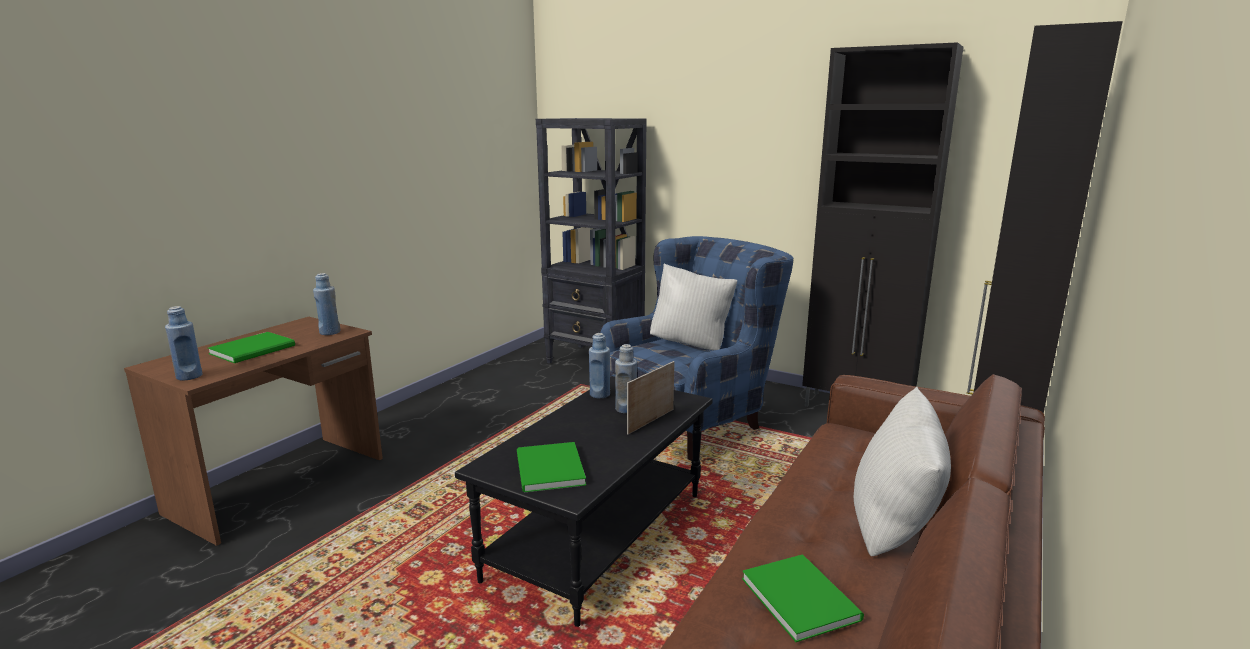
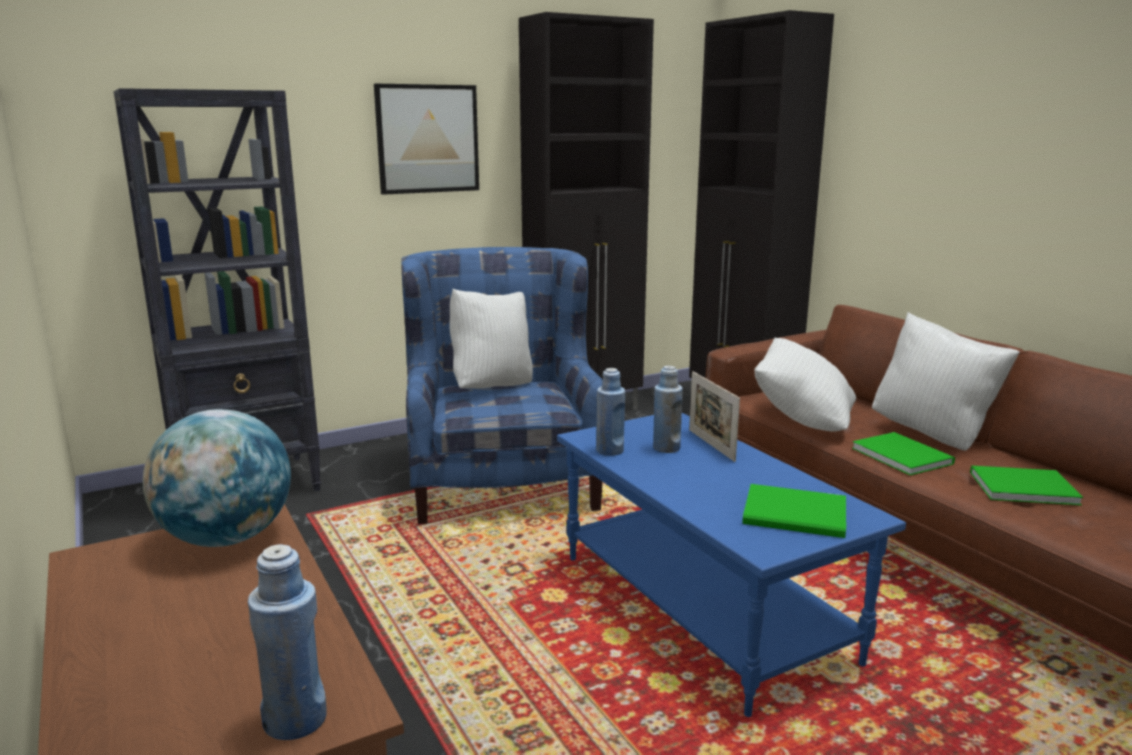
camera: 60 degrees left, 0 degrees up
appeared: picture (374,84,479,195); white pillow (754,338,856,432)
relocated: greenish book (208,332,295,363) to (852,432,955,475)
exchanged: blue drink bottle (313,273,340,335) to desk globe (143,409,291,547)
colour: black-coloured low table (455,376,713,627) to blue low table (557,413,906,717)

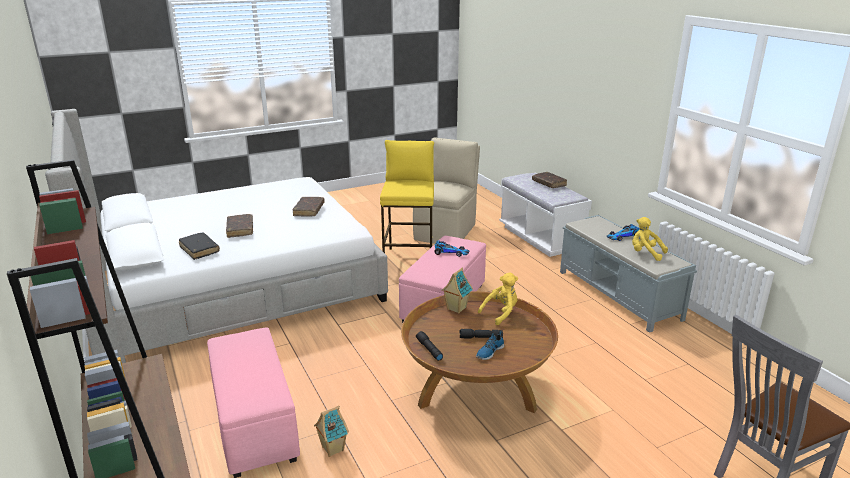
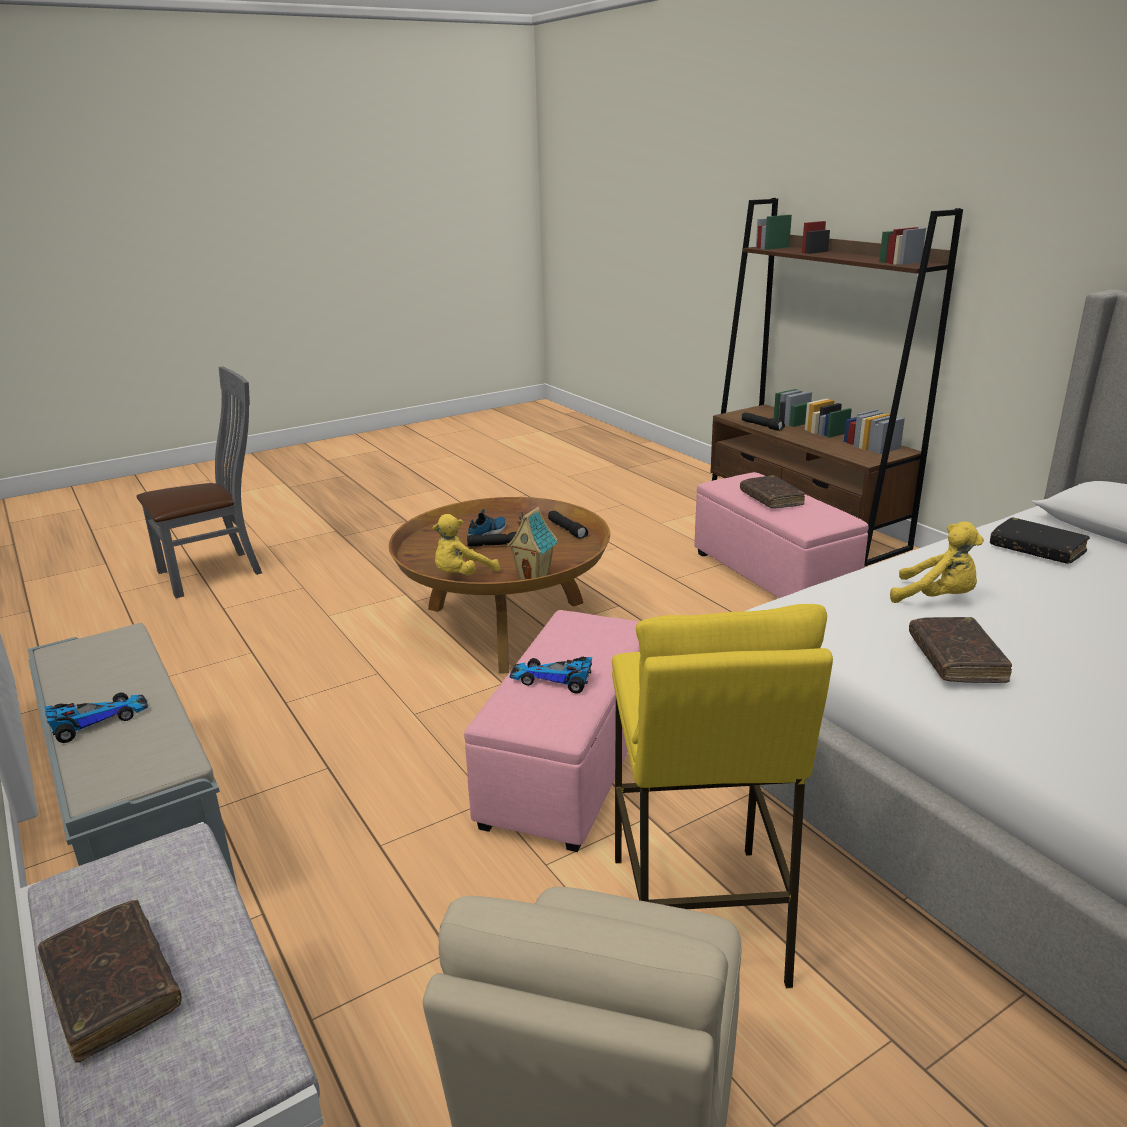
camera: 175 degrees right, 0 degrees up
missing: miniature house (314,406,349,457)
appeared: black-coloured flashlight (742,412,785,431)
relocated: brown book (226,214,253,238) to (740,475,805,508); yellow-coloured cuddly toy (632,217,668,261) to (890,522,984,603)

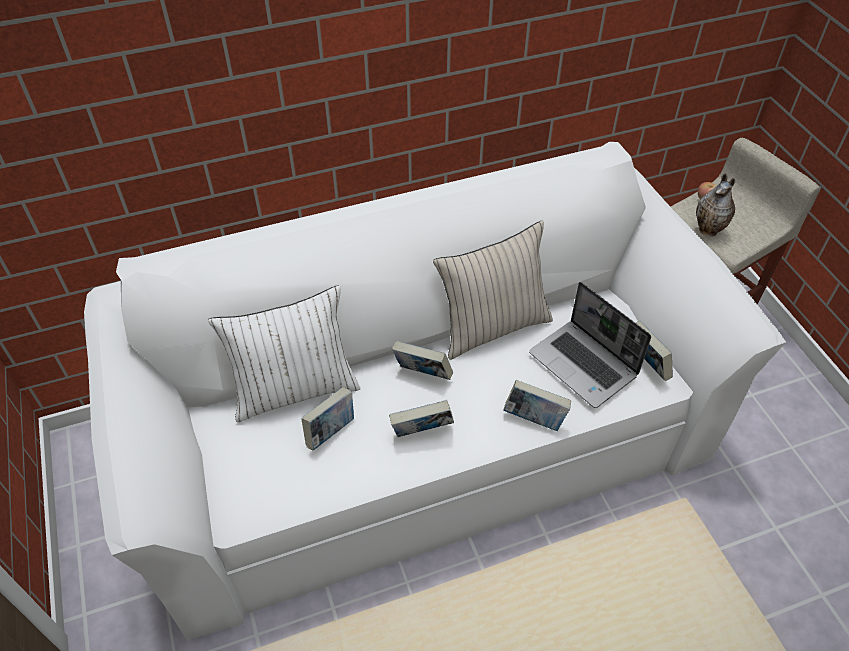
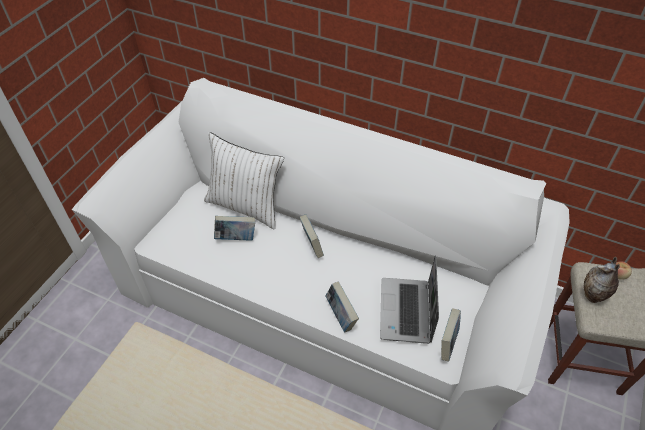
camera: 45 degrees right, 0 degrees up
missing: book (389,400,454,437); beige-coloured pillow (433,220,553,360)

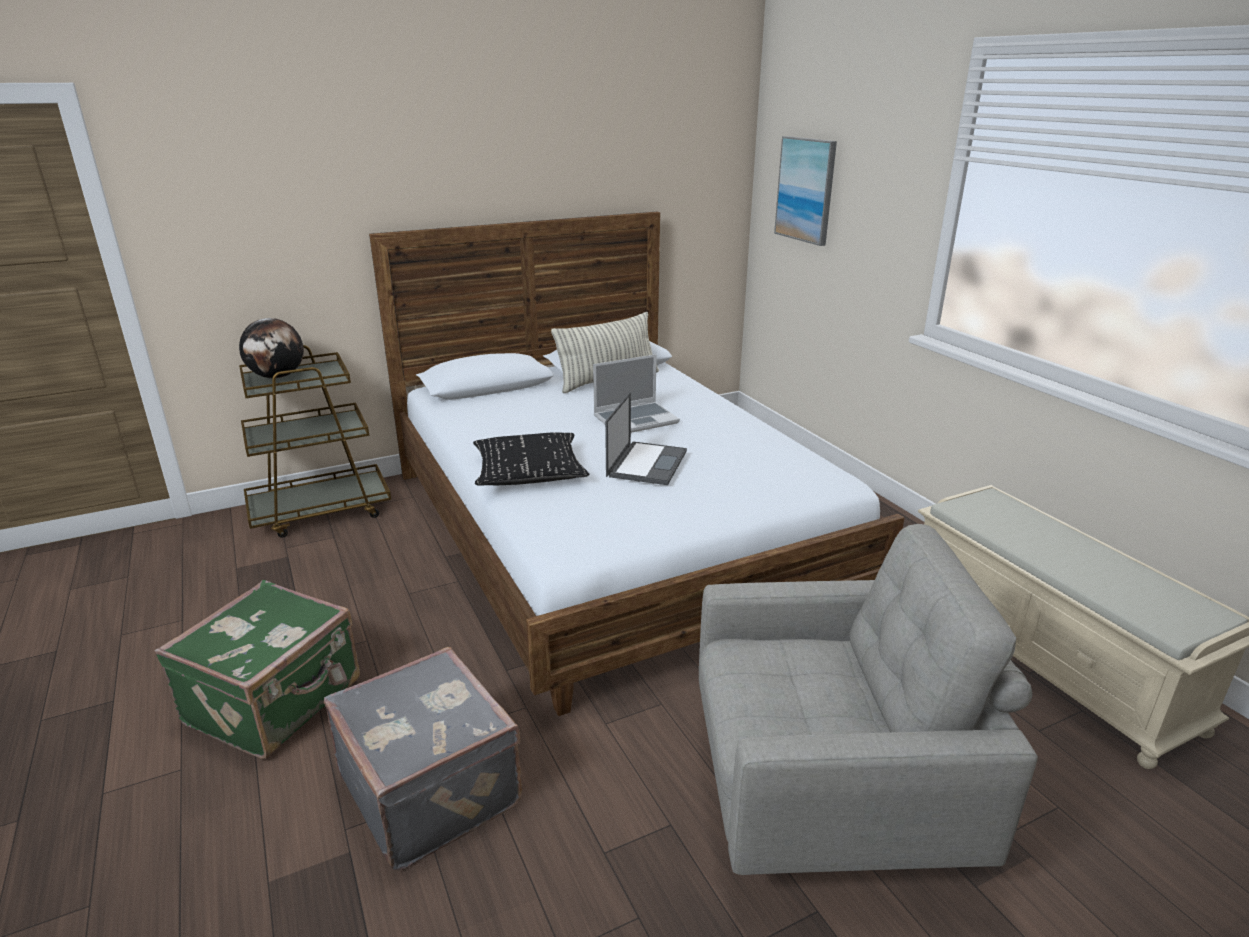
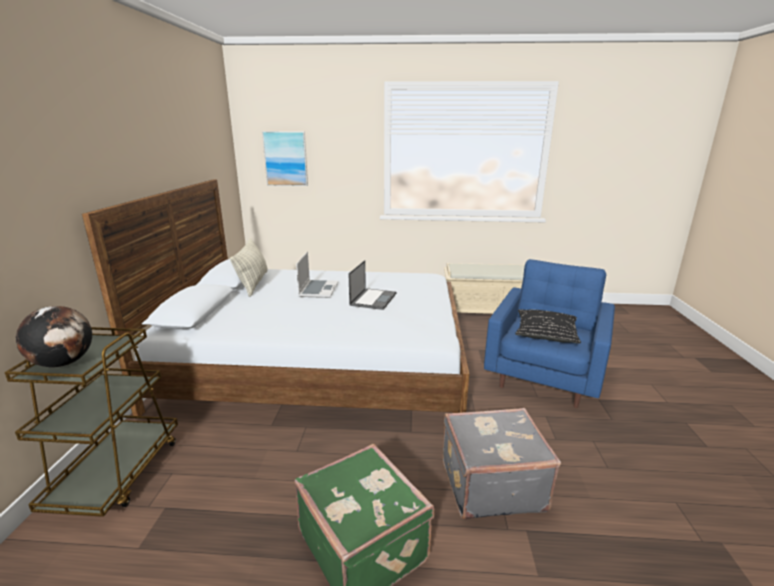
camera: 60 degrees left, 5 degrees down
relocated: black-coloured pillow (473,432,589,486) to (515,309,581,344)
colour: gray armchair (699,524,1038,875) to blue armchair (484,259,615,408)
spun: laptop (605,392,687,485) = (348,260,396,310) 60 degrees clockwise

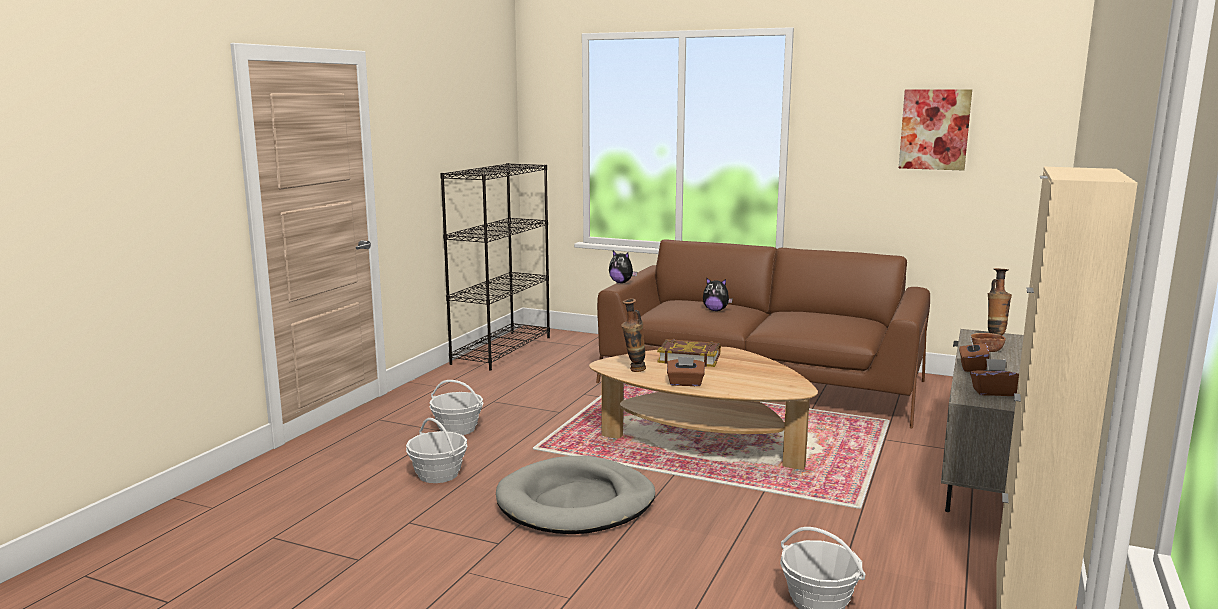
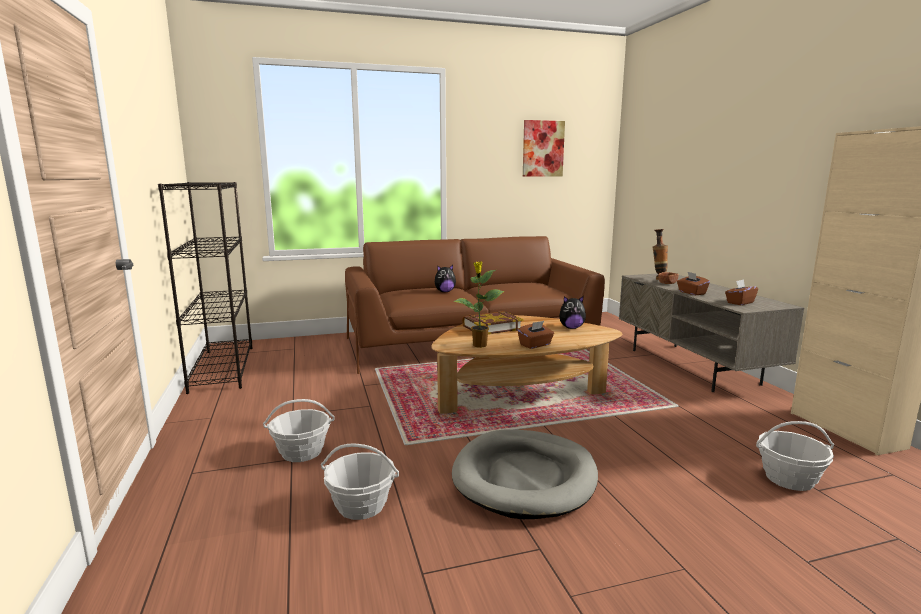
camera: 40 degrees left, 0 degrees up
relocated: cuddly toy (609,251,637,283) to (559,296,586,329)
exchanged: flower vase (621,298,646,372) to potted plant (453,261,504,348)

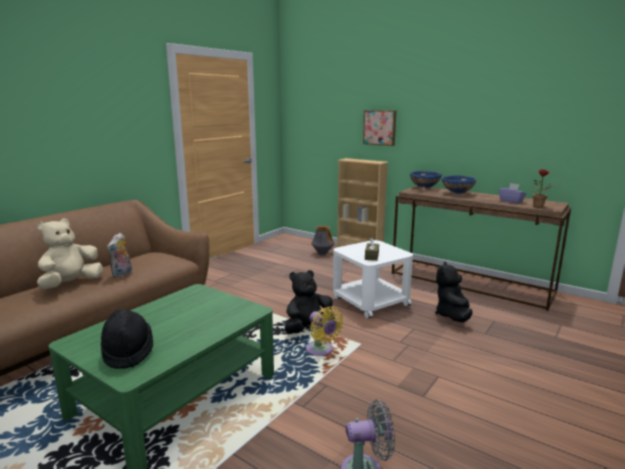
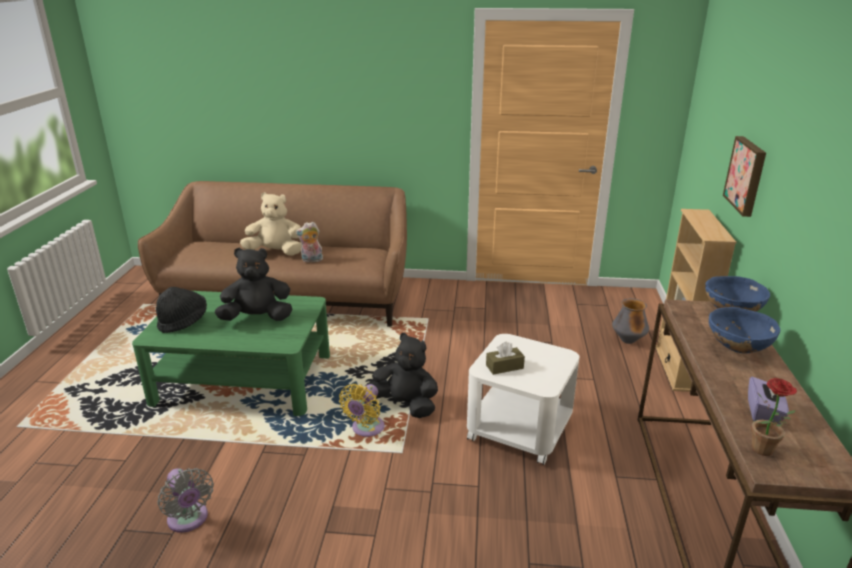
camera: 60 degrees right, 10 degrees up
relocated: black-coloured cuddly toy (435,261,472,322) to (215,248,292,321)

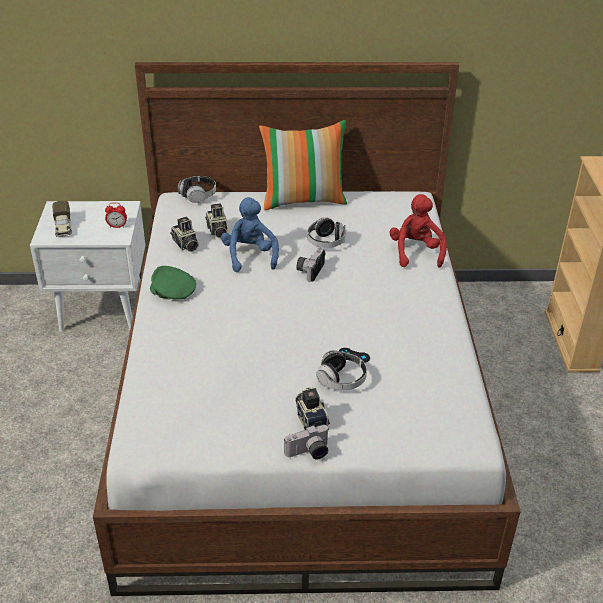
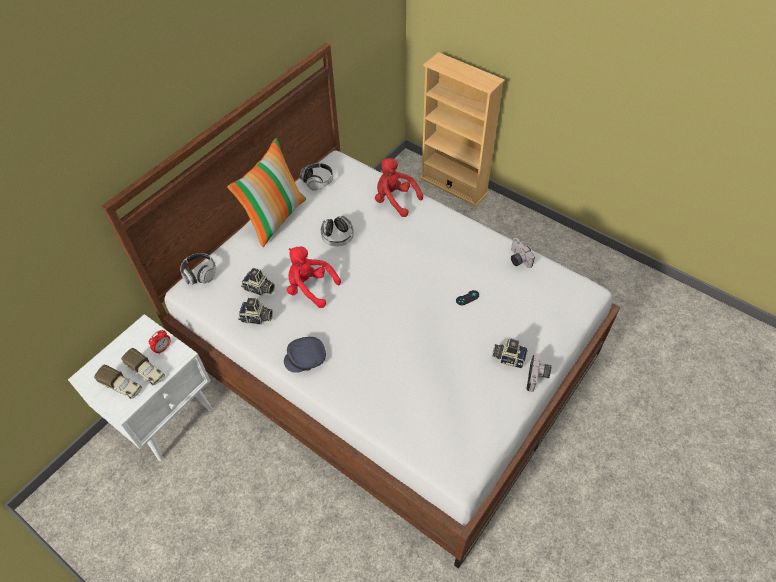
camera: 50 degrees left, 15 degrees up
appeared: toy truck (121,348,165,385)
relocated: still camera (296,247,325,282) to (511,238,535,268); headphones (316,350,367,390) to (300,163,333,191)
colour: greenish cap (150,266,196,299) to gray cap (284,337,326,373); blue cuddly toy (221,197,279,272) to red-coloured cuddly toy (287,247,341,308)

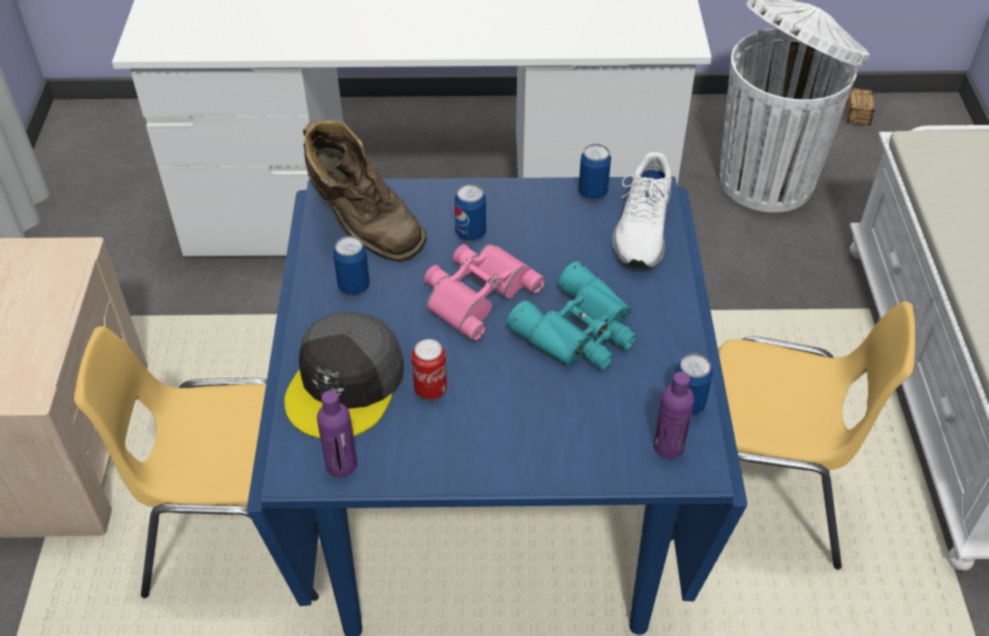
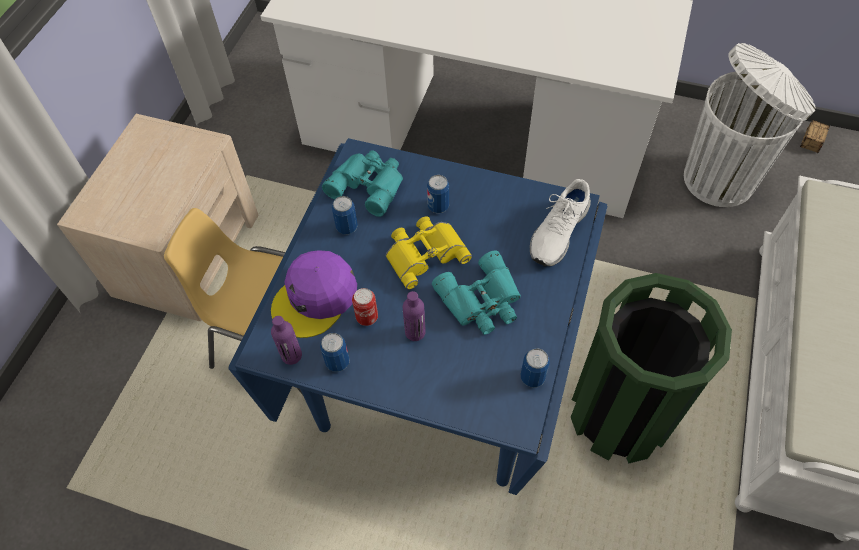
camera: 20 degrees right, 10 degrees up
relocated: can (578,144,611,200) to (320,333,350,372); purple-coloured drink bottle (653,372,694,459) to (403,291,426,341)
exchanged: brown boot (303,120,427,262) to turquoise-coloured pair of binoculars (322,151,403,217); yellow-coloured chair (671,301,915,570) to greenish waste bin (571,273,732,464)
colour: gray cap (284,312,404,439) to purple-coloured cap (271,250,357,338); pink pair of binoculars (424,244,545,341) to yellow-coloured pair of binoculars (386,216,472,289)

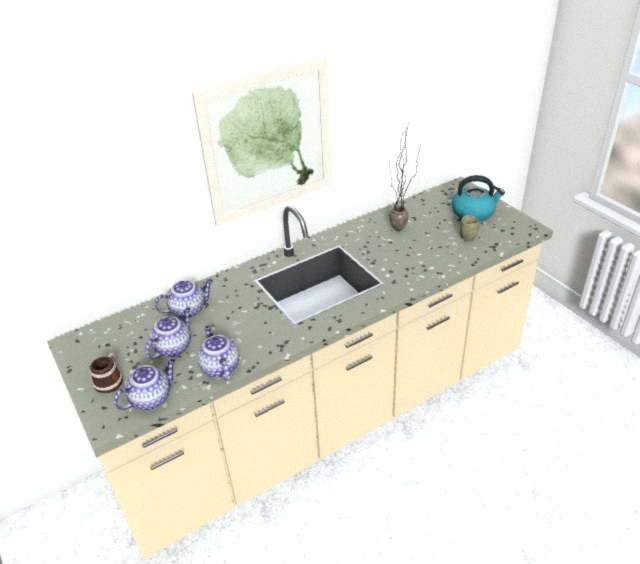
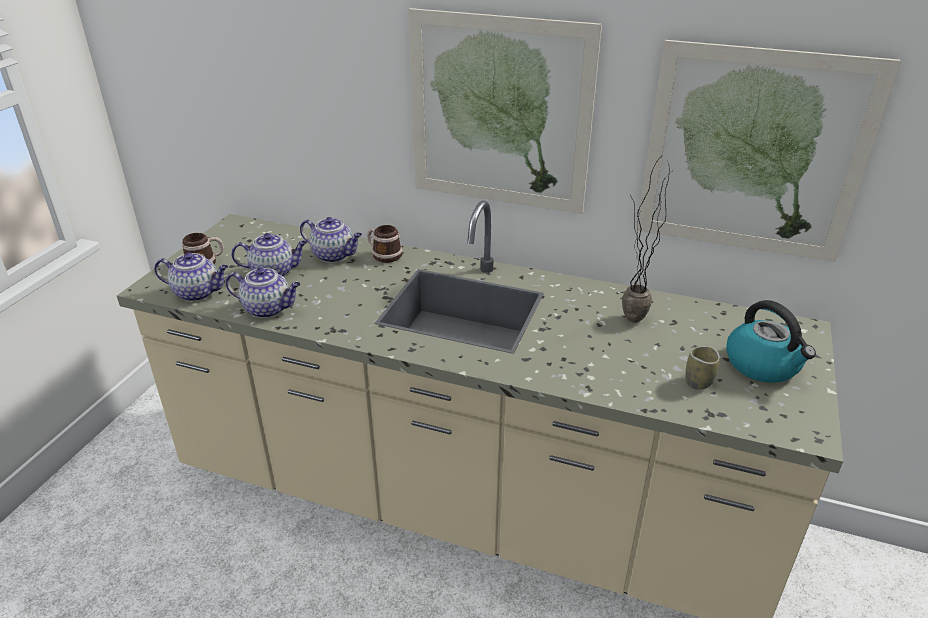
camera: 50 degrees right, 5 degrees down
appeared: mug (367,225,402,263); picture (637,40,901,262)
spun: tea pot (197,326,240,381) = (226,268,301,318) 75 degrees clockwise

